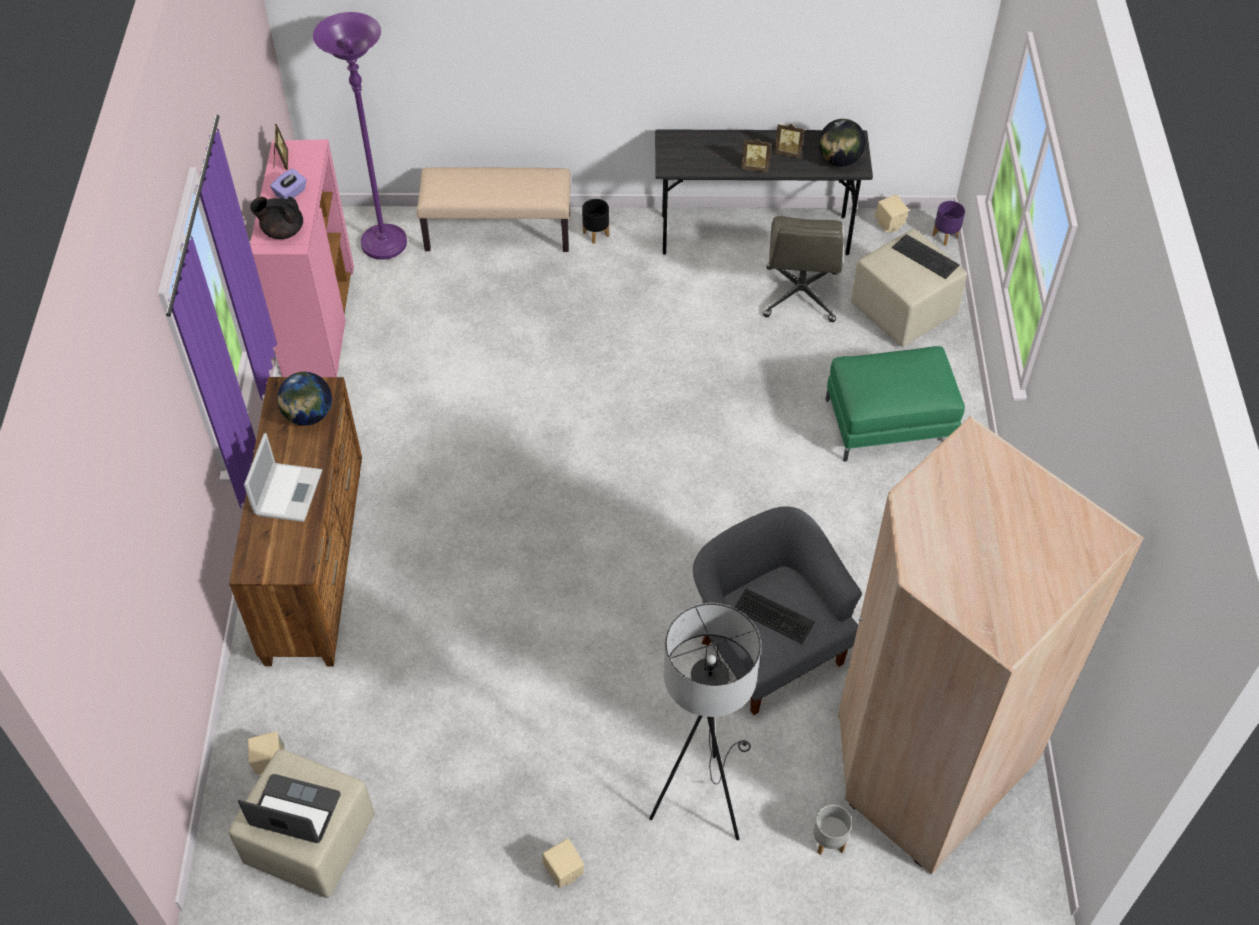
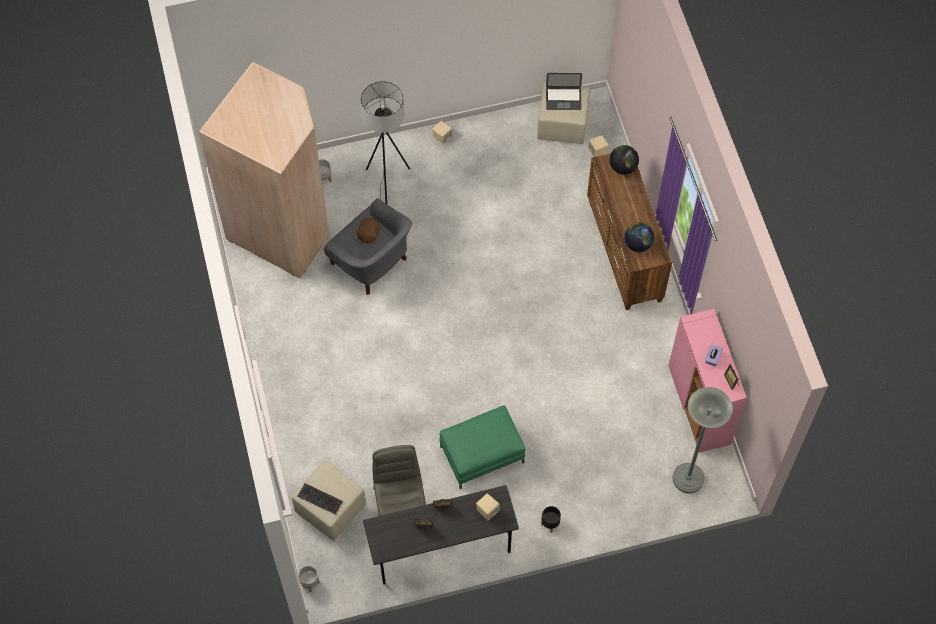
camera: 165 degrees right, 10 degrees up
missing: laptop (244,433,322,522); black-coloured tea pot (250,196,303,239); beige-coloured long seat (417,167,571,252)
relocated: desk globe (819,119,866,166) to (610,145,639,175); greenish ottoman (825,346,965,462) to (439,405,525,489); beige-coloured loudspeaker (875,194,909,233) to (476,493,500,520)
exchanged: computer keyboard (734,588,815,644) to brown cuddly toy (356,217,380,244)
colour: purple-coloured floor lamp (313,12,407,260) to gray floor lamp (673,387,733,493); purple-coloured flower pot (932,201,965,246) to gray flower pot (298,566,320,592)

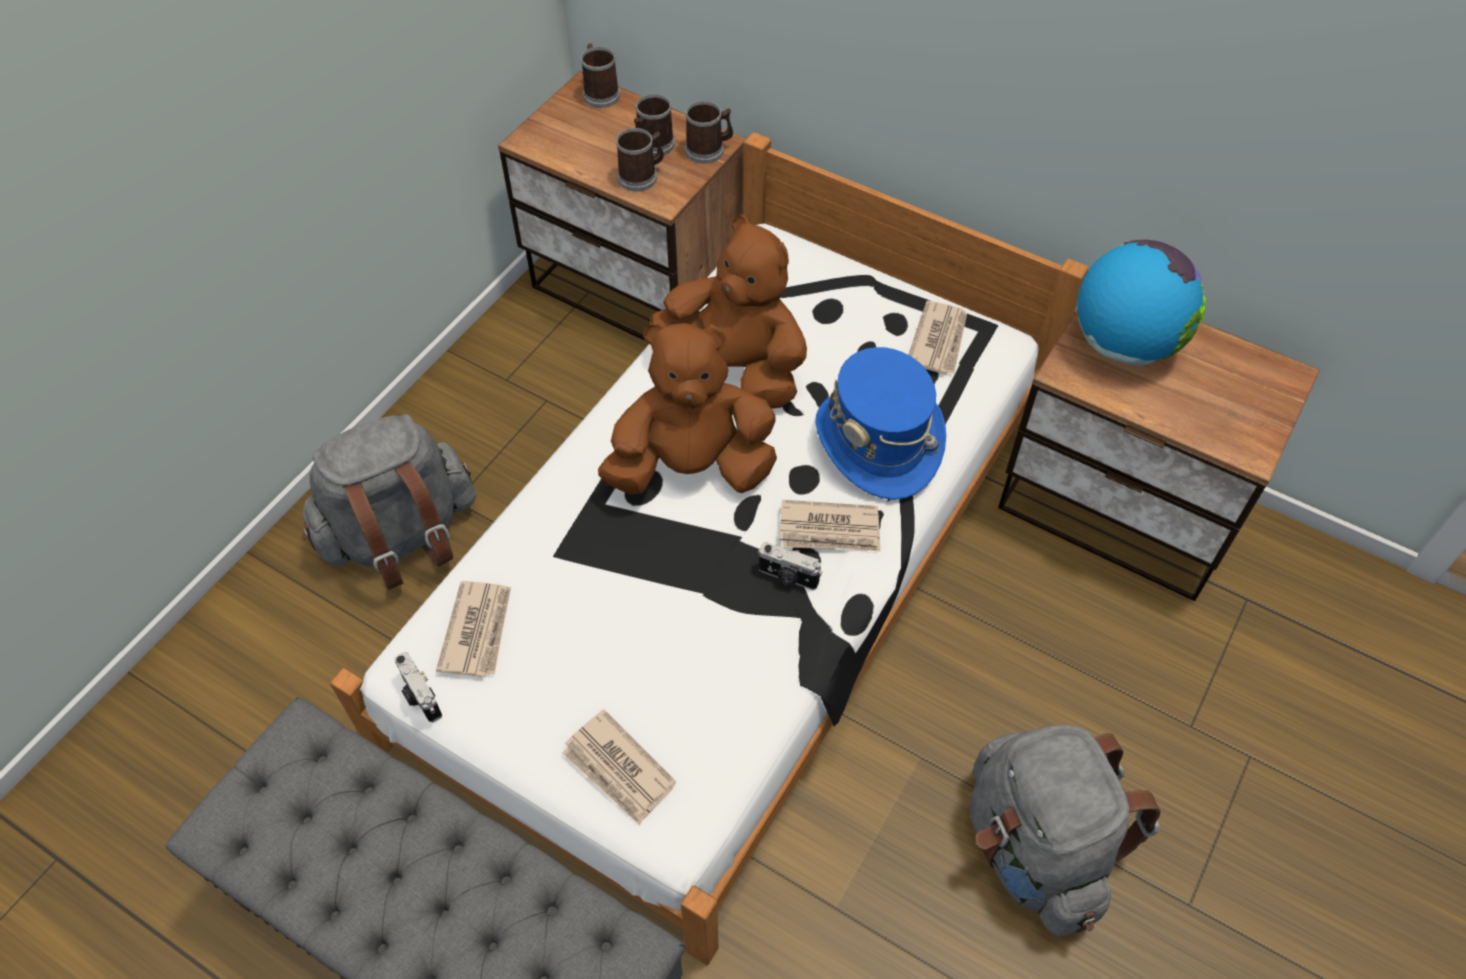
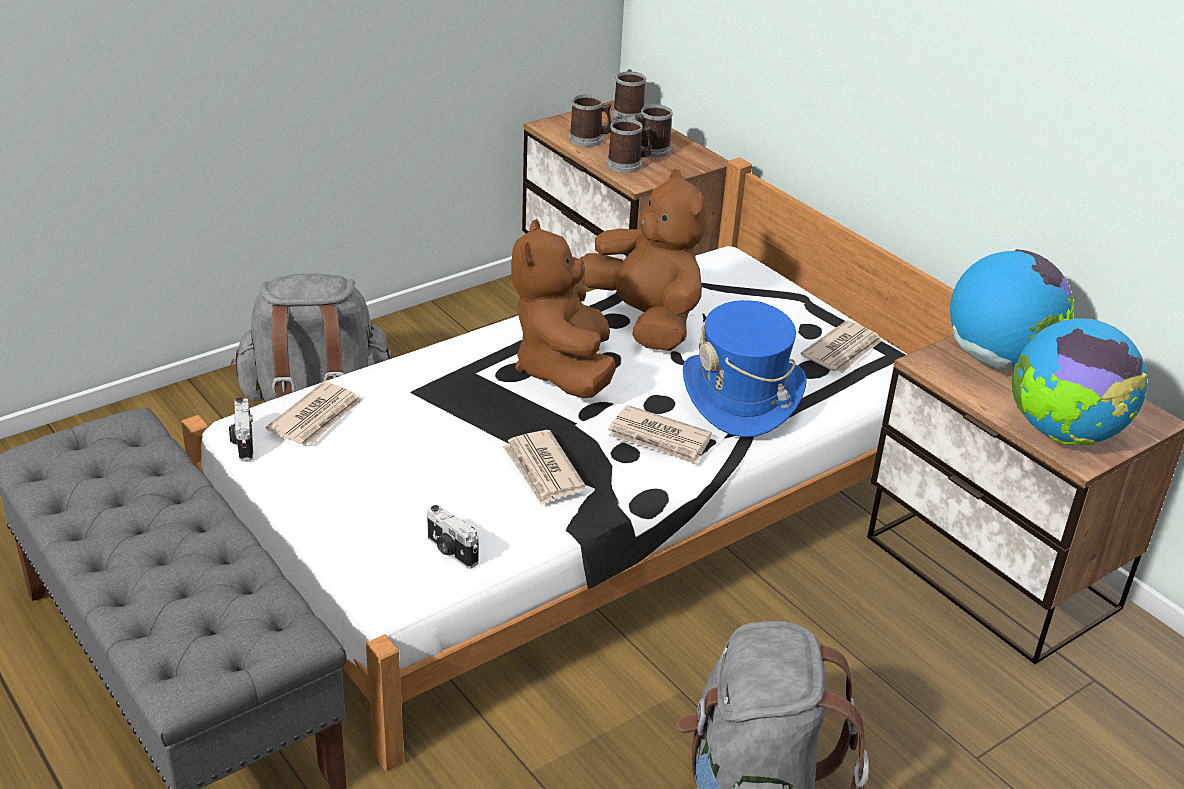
camera: 20 degrees right, 20 degrees down
appeared: desk globe (1012,318,1147,445)
relocated: daily paper (562,709,676,825) to (502,430,586,505); mug (685,101,733,164) to (569,94,612,147); still camera (758,542,822,590) to (427,505,478,569)
spun: brown cuddly toy (598,322,777,495) = (511,219,616,398) 105 degrees counterclockwise

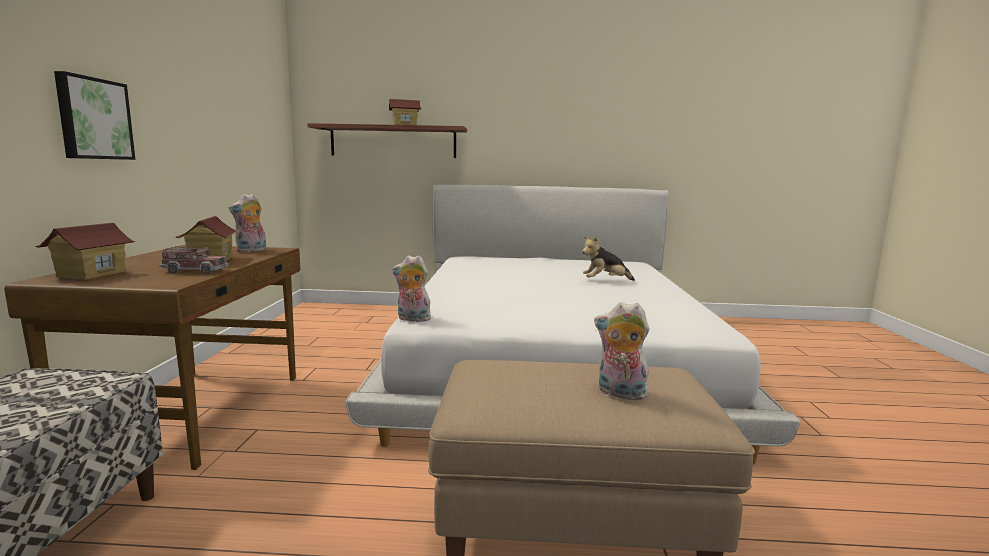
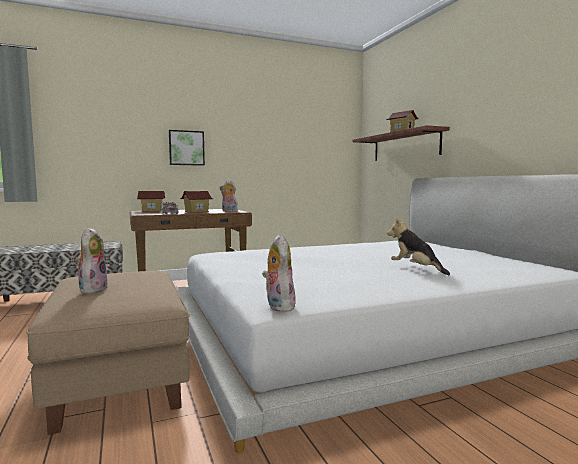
camera: 65 degrees right, 5 degrees down
relocated: cuddly toy (392,255,431,322) to (262,235,296,312)

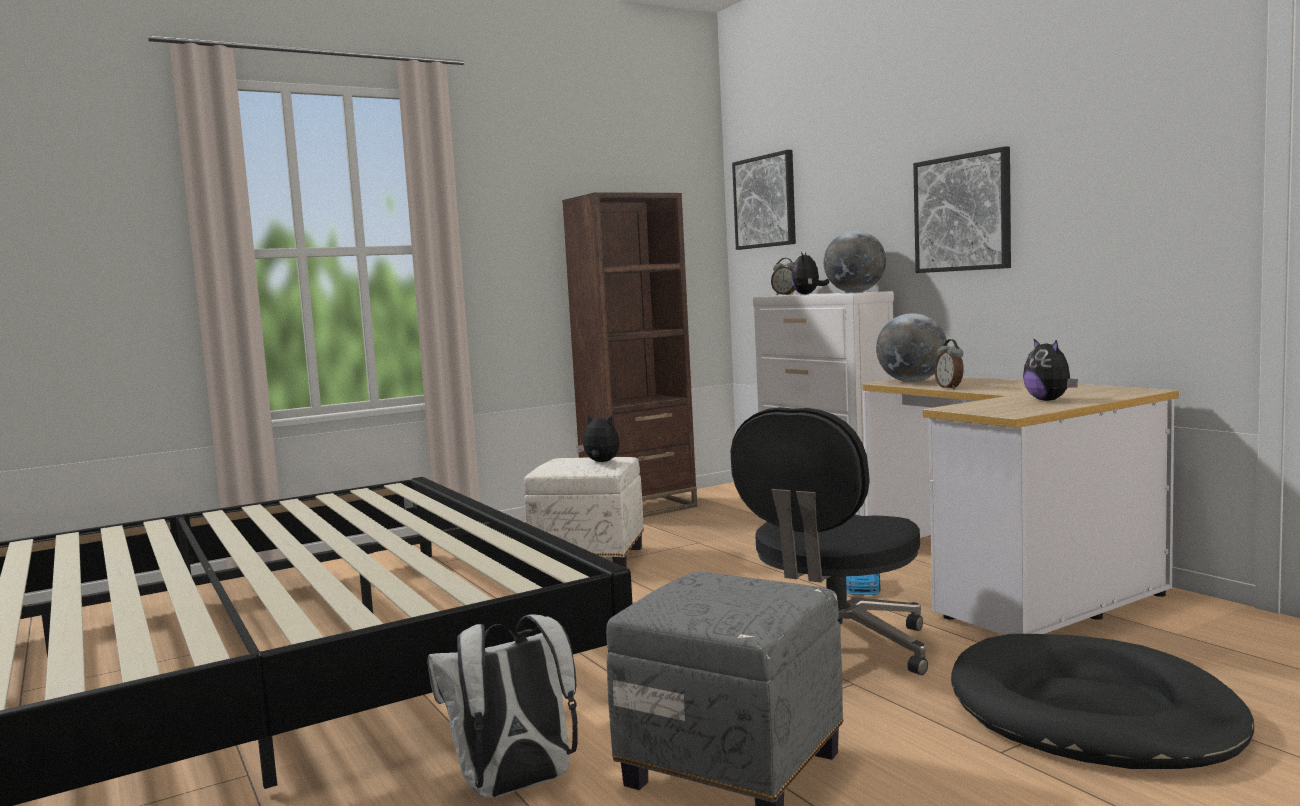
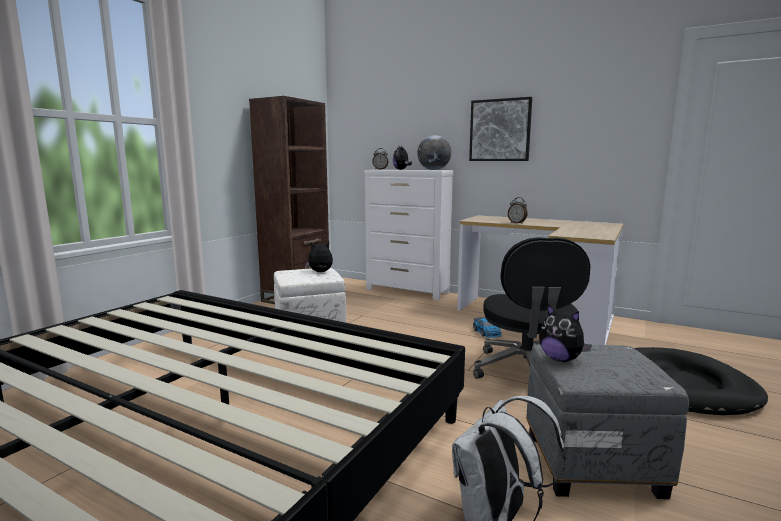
camera: 30 degrees left, 5 degrees up
missing: picture (732,150,796,250); desk globe (876,313,947,382)
relocated: cuddly toy (1023,339,1078,401) to (539,304,592,362)

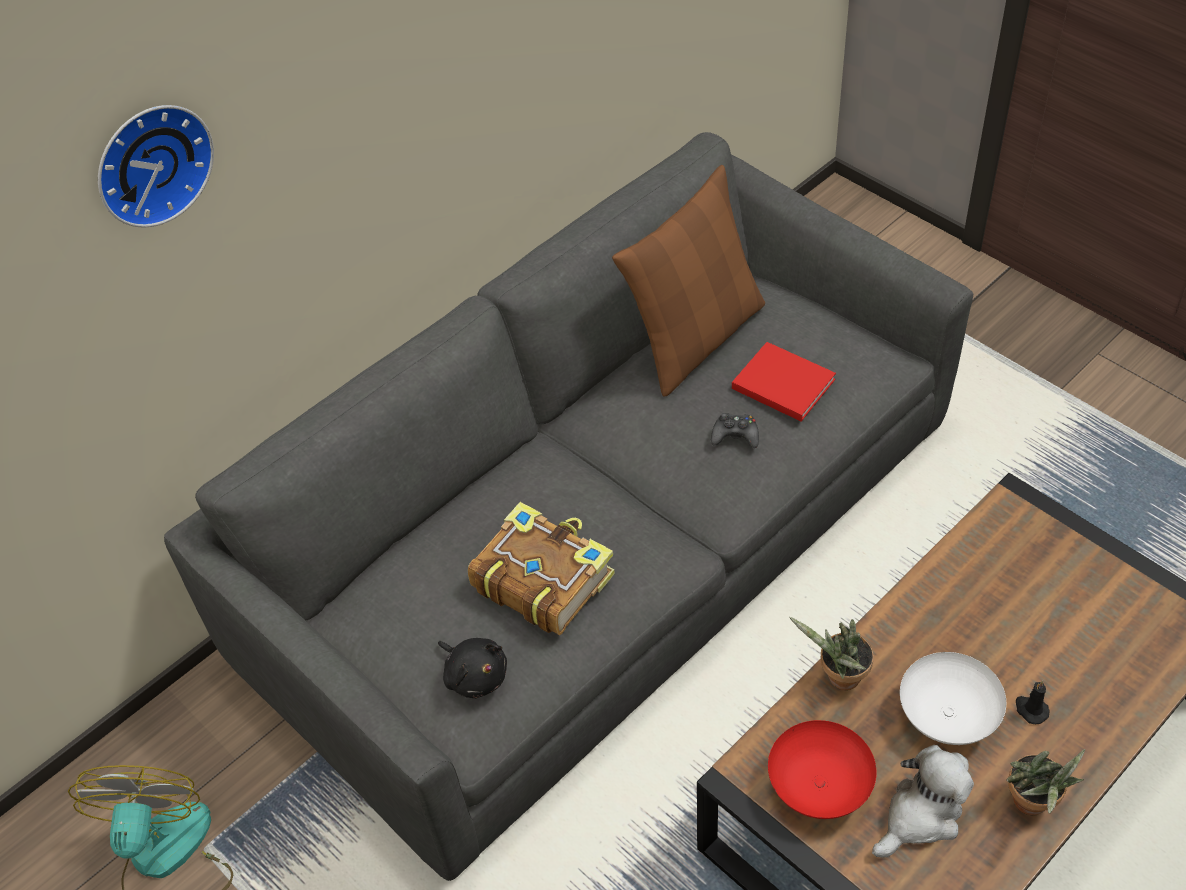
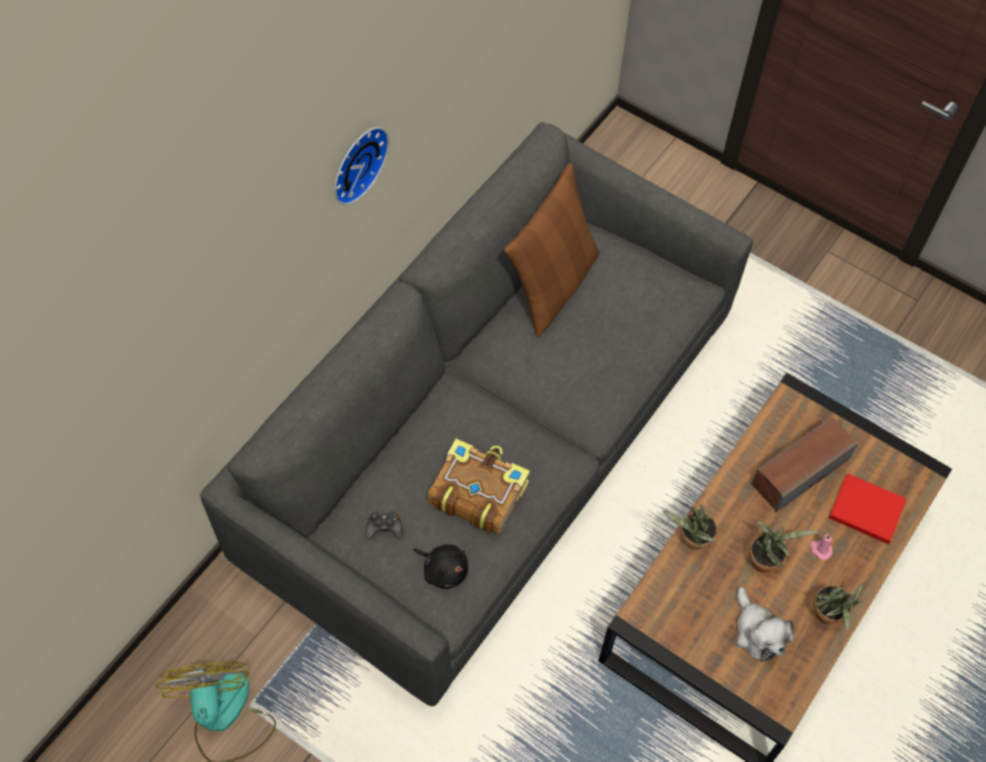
camera: 15 degrees left, 10 degrees up
missing: red-coloured serving bowl (768,720,877,819)
appeared: loudspeaker (752,417,858,512)
relocated: hanging clock (98,105,214,228) to (334,127,389,205); black-coloured gamepad (711,413,759,448) to (365,512,403,540); red-coloured book (732,342,836,421) to (829,473,906,544)
exchanged: white serving bowl (900,652,1006,745) to potted plant (750,520,818,573)
colour: black-coloured wax candle (1016,680,1050,724) to pink wax candle (810,534,832,560)
spun: cuddly toy (872,745,974,858) = (736,587,794,662) 120 degrees clockwise

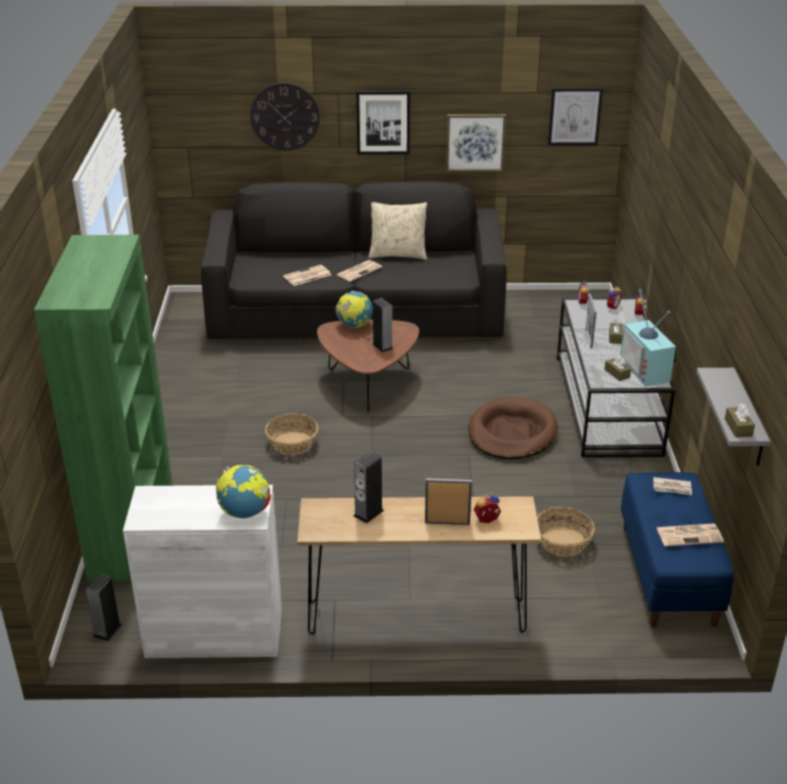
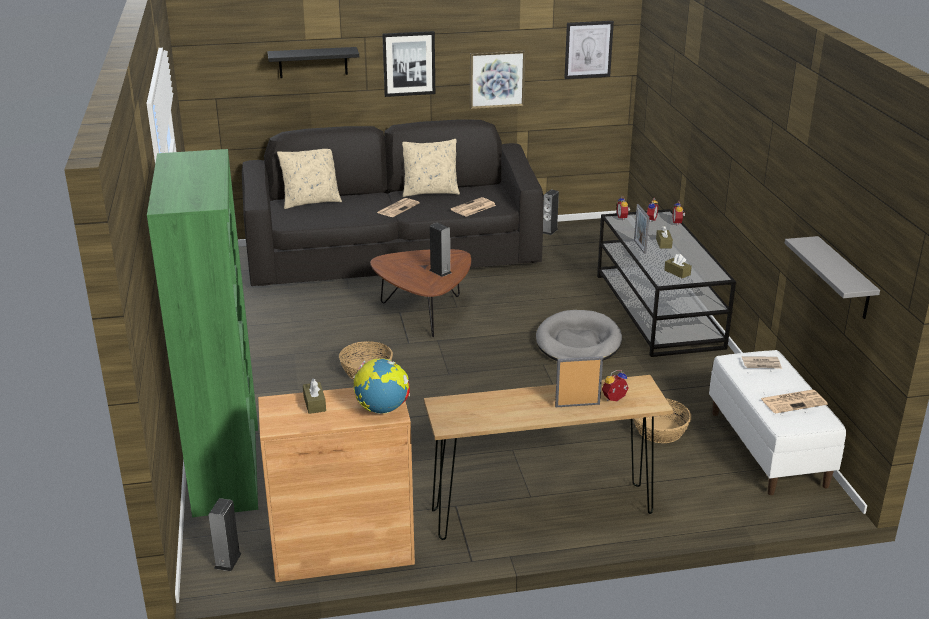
camera: 10 degrees left, 5 degrees down
missing: desk globe (335,291,373,328); TV (620,289,676,387)
appeared: beige-coloured pillow (277,149,342,209)
relocated: daily paper (283,265,331,286) to (451,197,496,217); loudspeaker (354,451,384,524) to (543,189,559,235); brown tissue box (725,403,755,438) to (303,379,326,414)
exchanged: hanging clock (250,83,320,151) to black-coloured wall shelf (268,47,359,78)
colour: white cupboard (123,485,282,658) to brown cupboard (258,387,415,582); brown dog cushion (468,397,558,459) to gray dog cushion (536,310,622,361); blue long seat (621,472,734,627) to white long seat (709,350,846,495)

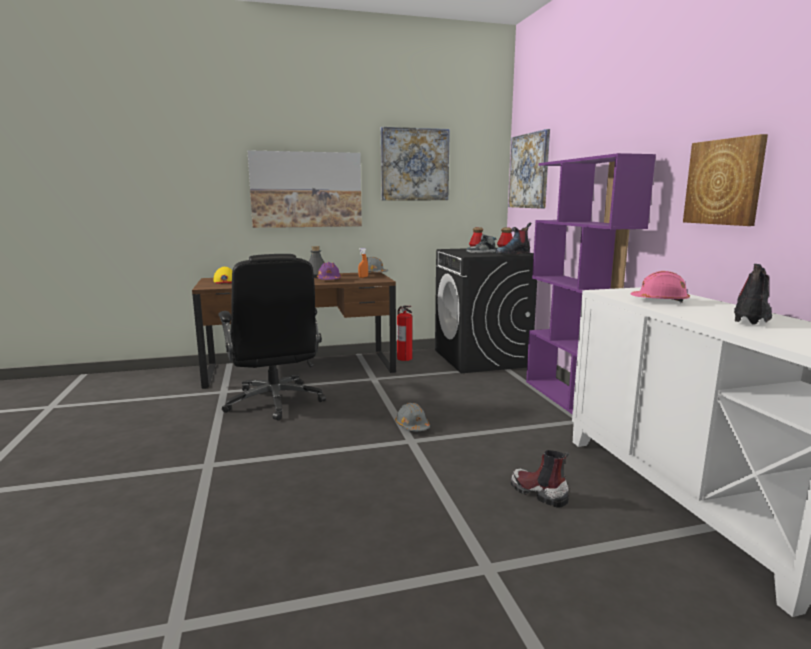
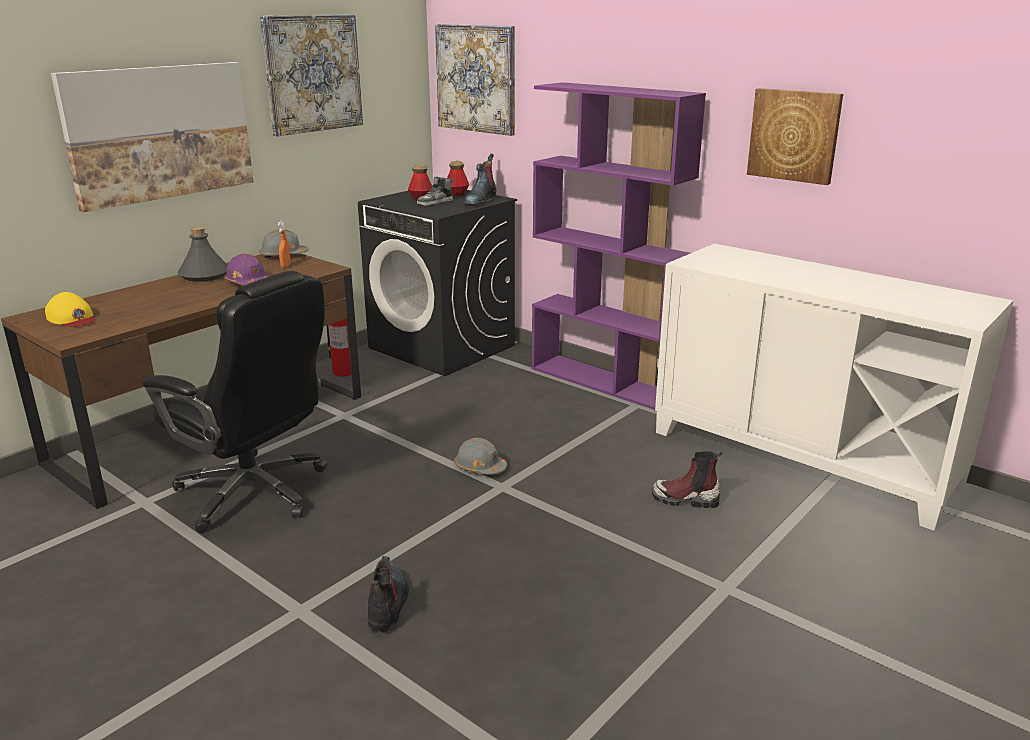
camera: 35 degrees left, 10 degrees up
missing: pink hard hat (631,271,690,303)
relocated: boot (734,264,772,325) to (367,556,409,633)

